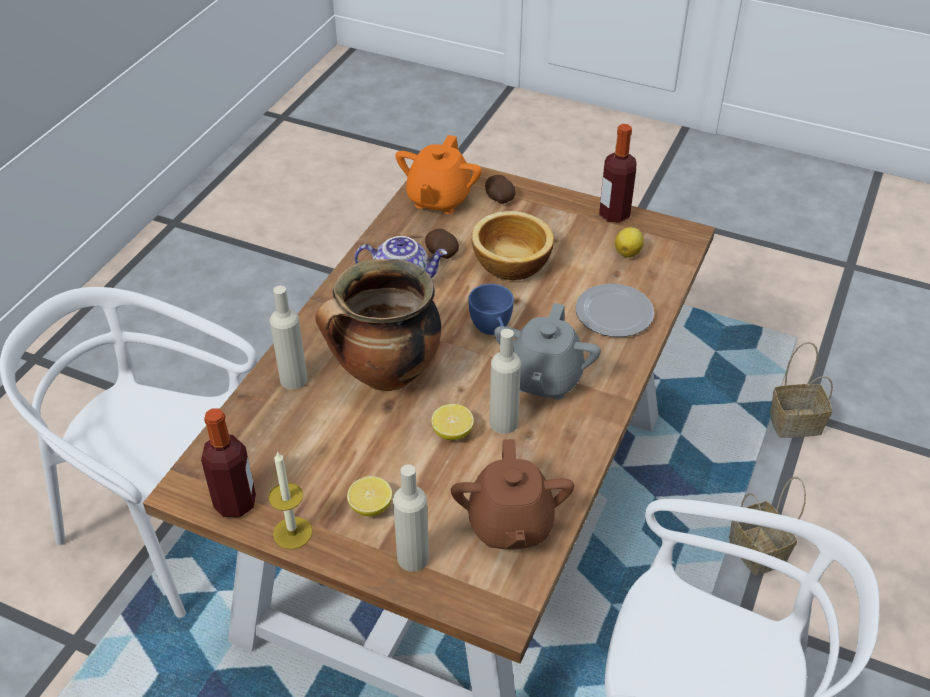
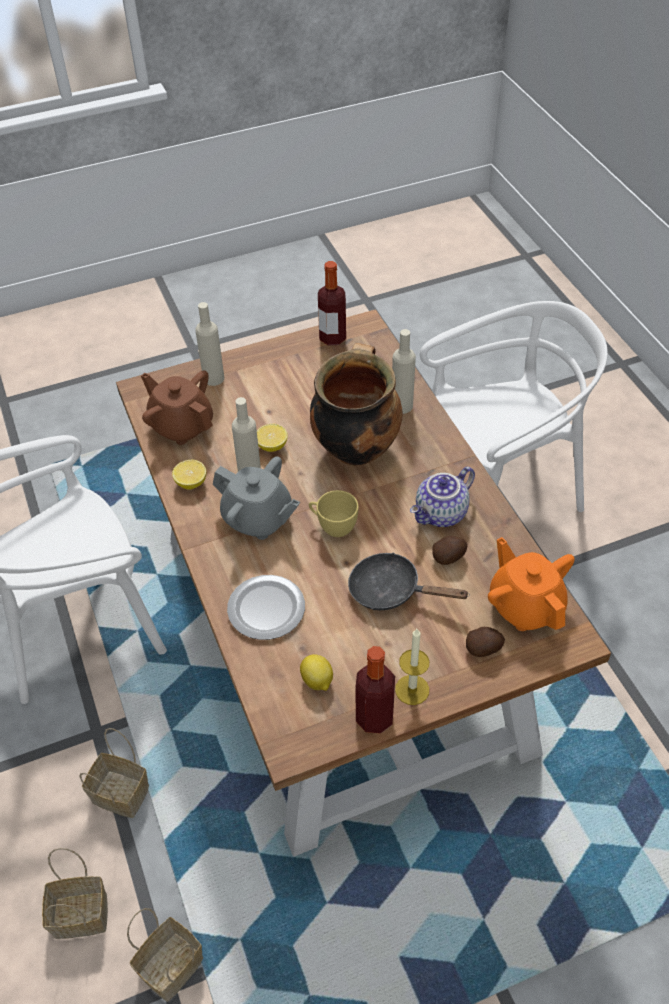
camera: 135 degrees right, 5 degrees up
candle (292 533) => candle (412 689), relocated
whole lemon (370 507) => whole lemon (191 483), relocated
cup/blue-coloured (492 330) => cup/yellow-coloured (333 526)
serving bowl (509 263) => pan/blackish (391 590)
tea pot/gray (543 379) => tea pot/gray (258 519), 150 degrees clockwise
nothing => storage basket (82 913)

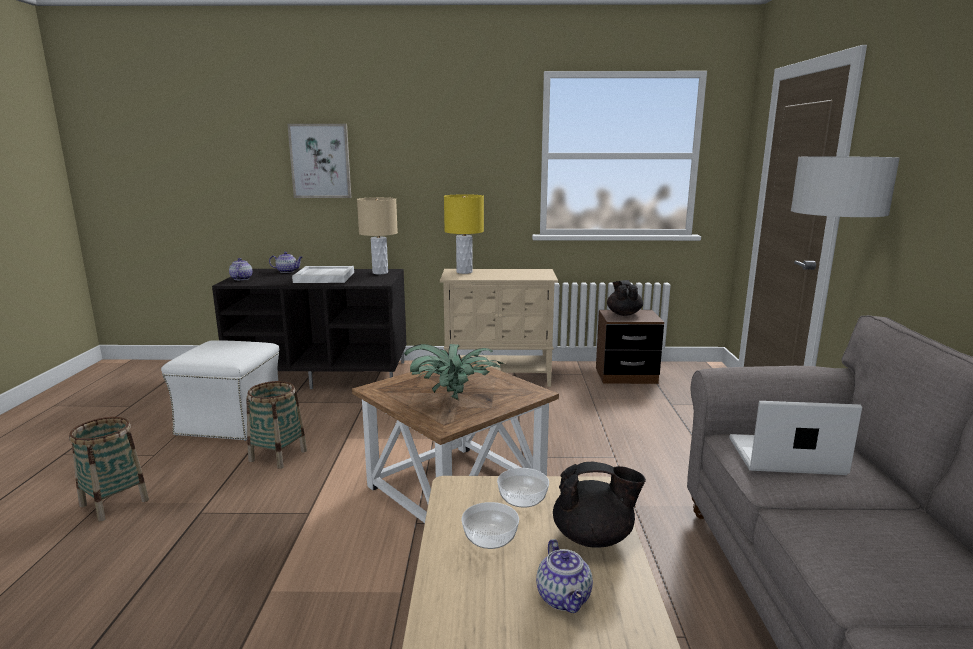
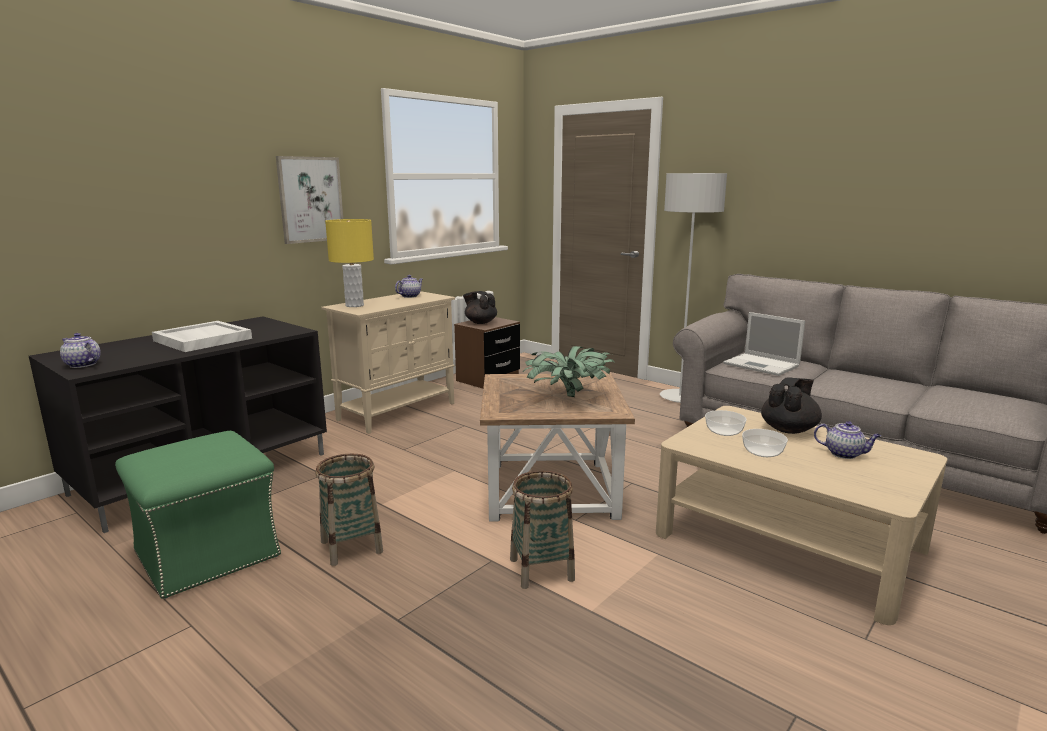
camera: 50 degrees left, 0 degrees up
storage basket (114 503) => storage basket (542 569), relocated
pouffe/whitish (232 421) => pouffe/greenish (209 553)
tea pot (287 271) => tea pot (410 296), relocated
wall picture (320 161) => wall picture (310 199), relocated
table lamp/beige (380 272) => nothing
notebook computer (783 456) => notebook computer (762 365), 90 degrees counterclockwise

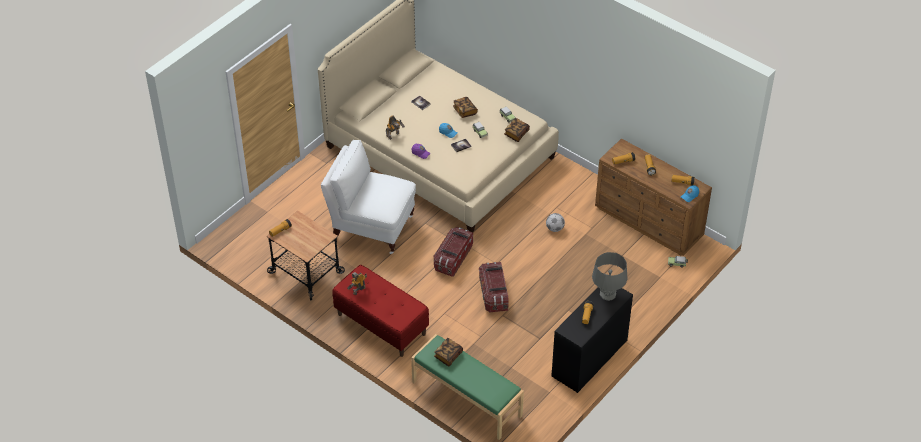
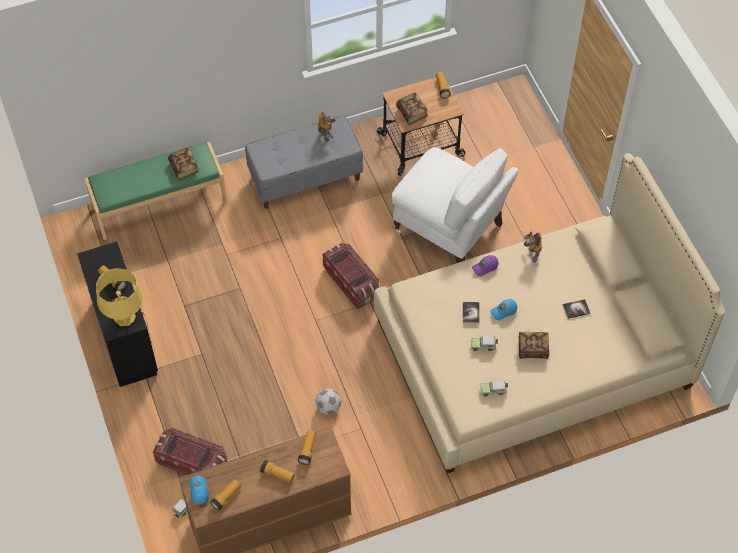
camera: 120 degrees right, 10 degrees up
plain chair/whitish (371 227) => plain chair/whitish (449 229), 75 degrees clockwise
bench/reddish (381 324) => bench/gray (305 177)
storage bin (493 294) => storage bin (192 462), relocated
bound book (516 134) => bound book (412 113), relocated
table lamp/gray (607 294) => table lamp/yellow-coloured (125 317)

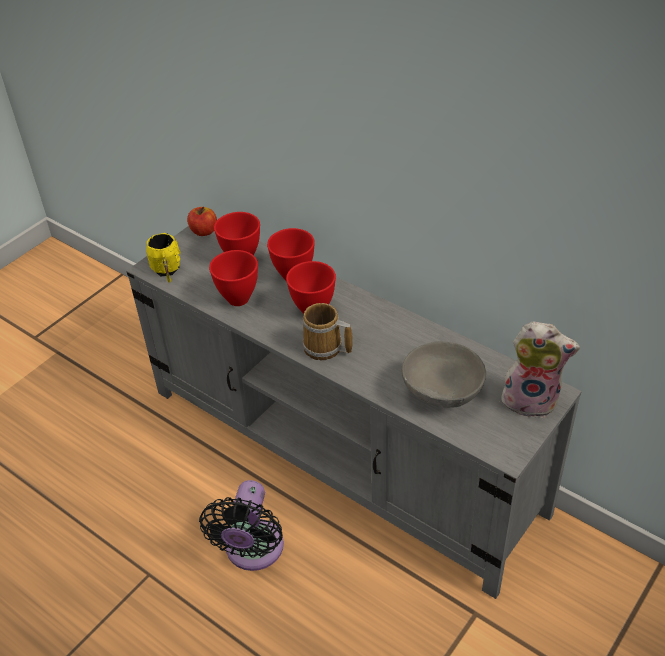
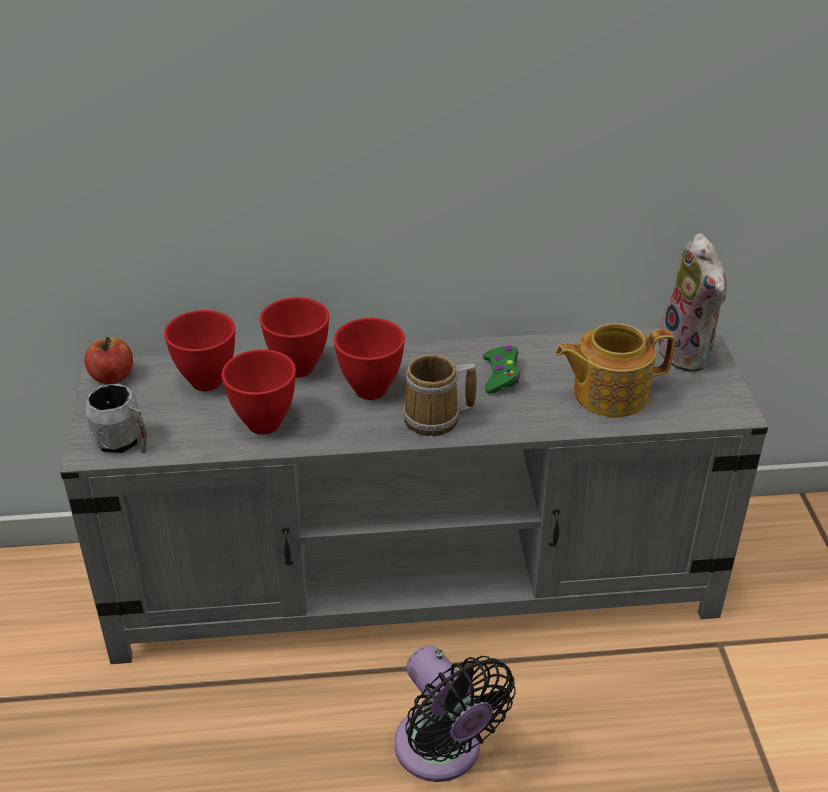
camera: 45 degrees left, 5 degrees down
coffee mug/yellow-coloured (167 271) => coffee mug/gray (124 443)
serving bowl/gray (443 393) => tea pot (608 393)
plush toy (531 399) => plush toy (689 354), 105 degrees clockwise
nothing => game controller/greenish (501 375)

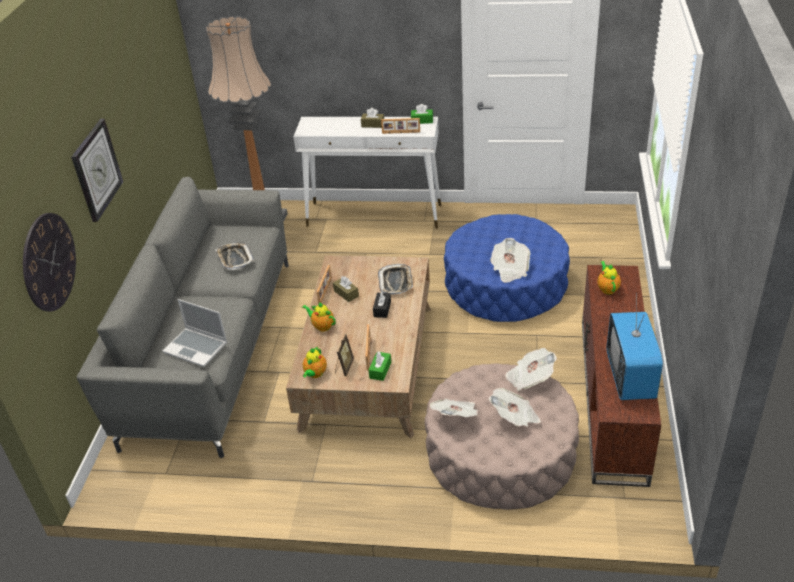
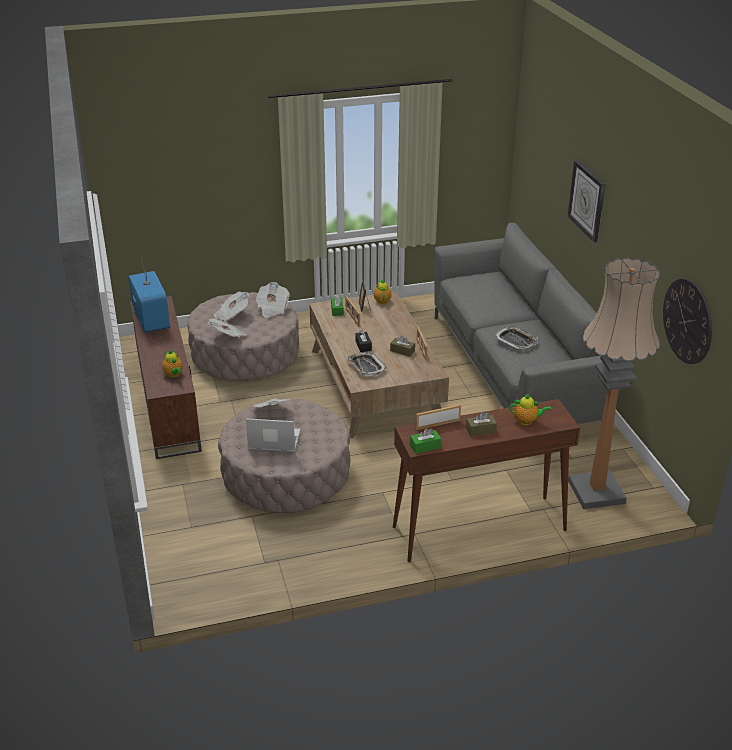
camera: 155 degrees right, 5 degrees down
wall clock (49 262) => wall clock (687 321), relocated
notebook computer (197 348) => notebook computer (273 441), relocated
hall table/whitish (375 215) => hall table/brown-coloured (478 528)
tea pot (322 326) => tea pot (527 421), relocated
pouffe/blue-coloured (505 285) => pouffe/beige (286 474)

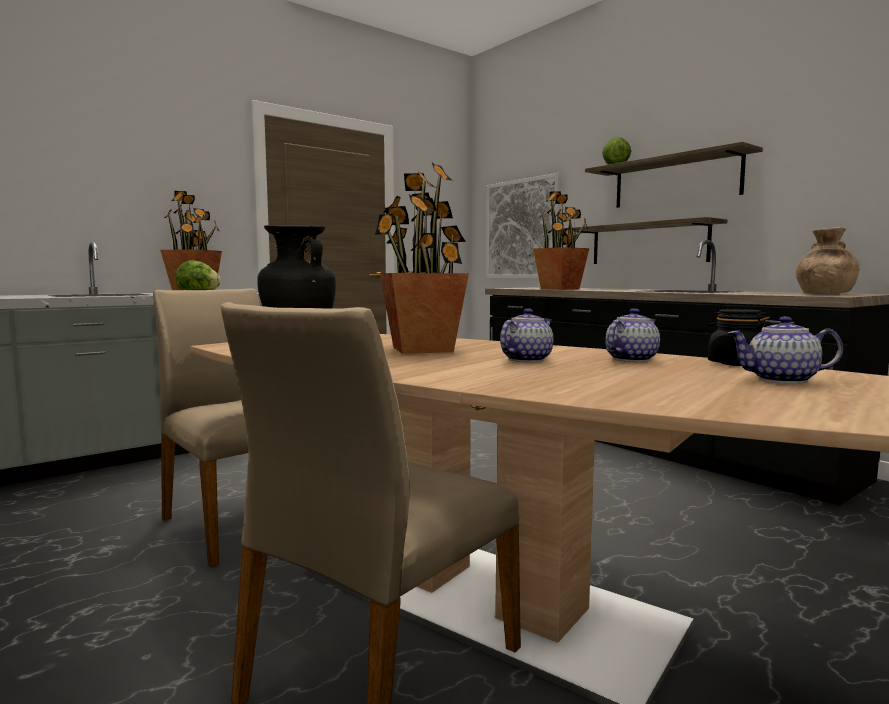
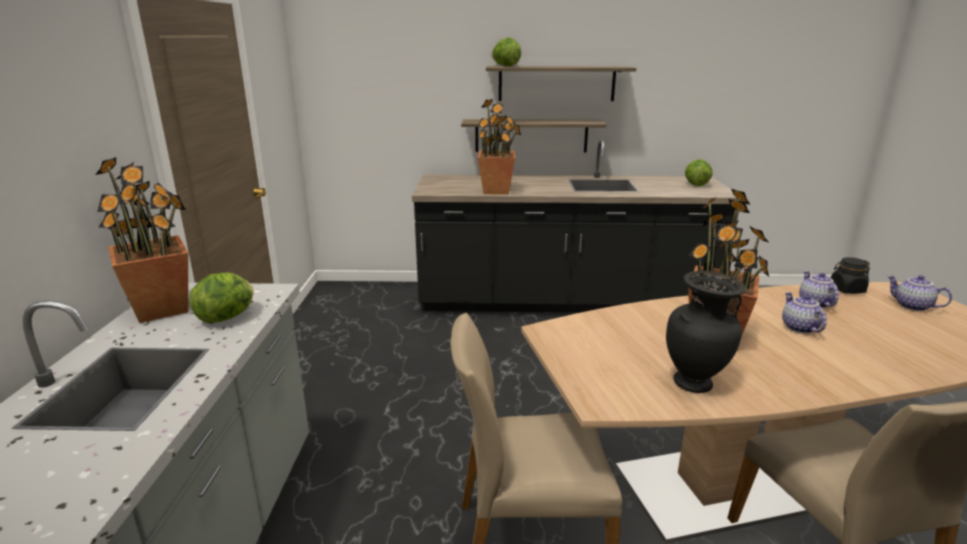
camera: 50 degrees left, 15 degrees up
wall picture (522 229) => nothing
tea pot (781 380) => tea pot (911 306), 90 degrees clockwise
vase/brown-coloured (824 294) => head of lettuce (695 185)

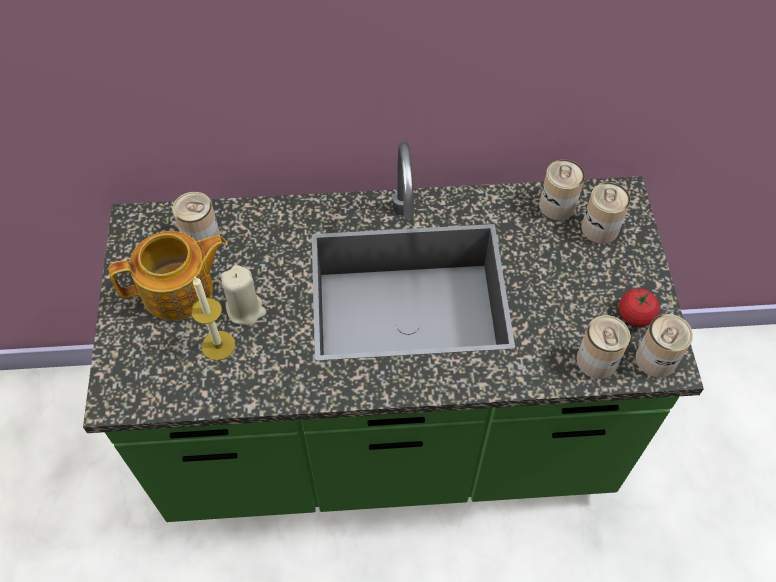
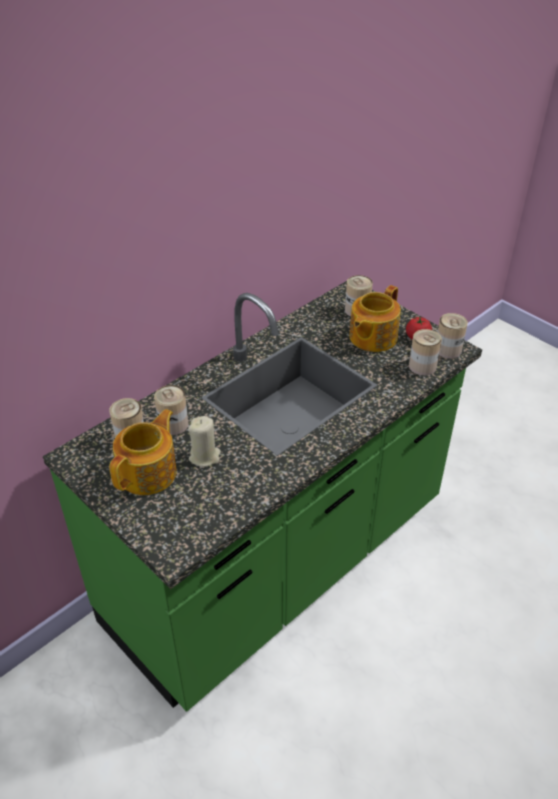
camera: 40 degrees left, 15 degrees down
candle (218 345) => nothing
sealed can (557 205) => sealed can (173 424), relocated
nothing => tea pot (372 337)

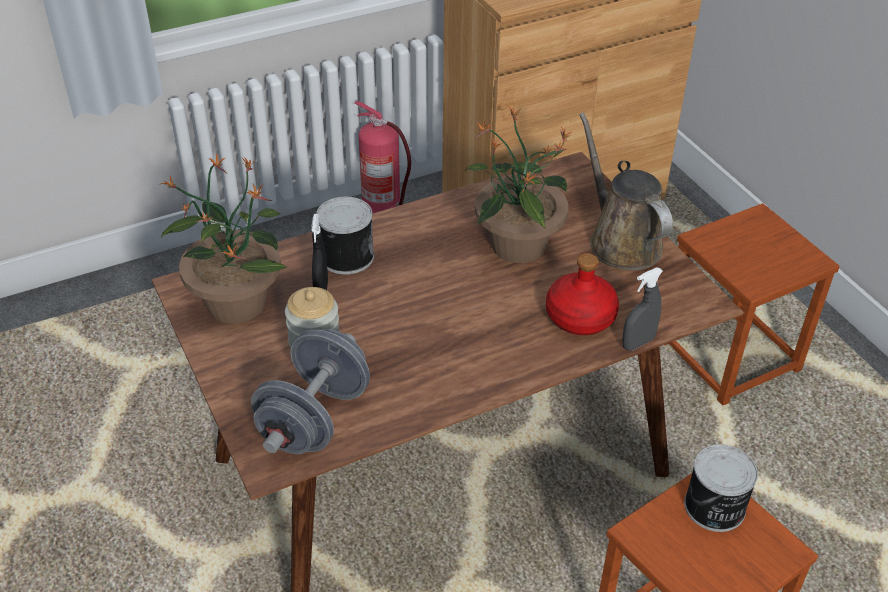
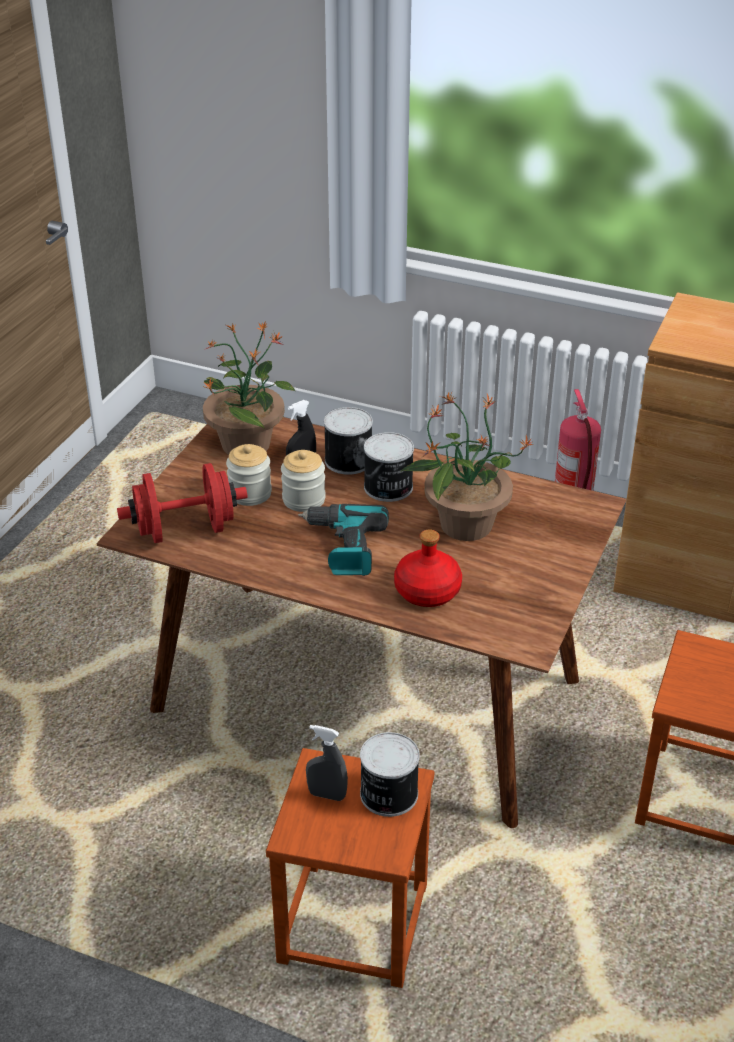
camera: 50 degrees right, 5 degrees down
hand weight/gray (314 419) => hand weight/reddish (185 530)
sprinkling can/brown-coloured (621 241) => nothing
hand sprayer/gray (638 343) => hand sprayer/gray (327 795), relocated
nothing => preserve jar (304 499)
nothing => power drill (343 547)
nothing => sealed can (388 488)

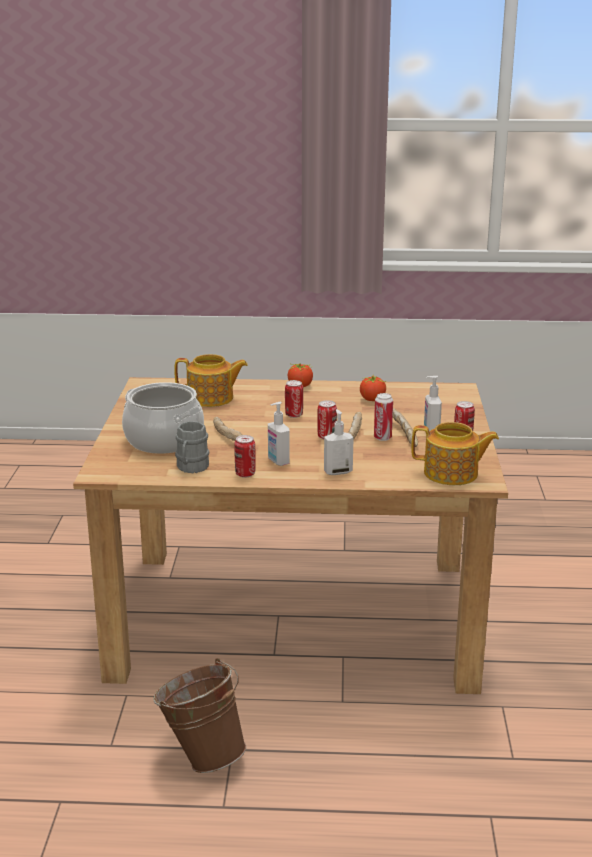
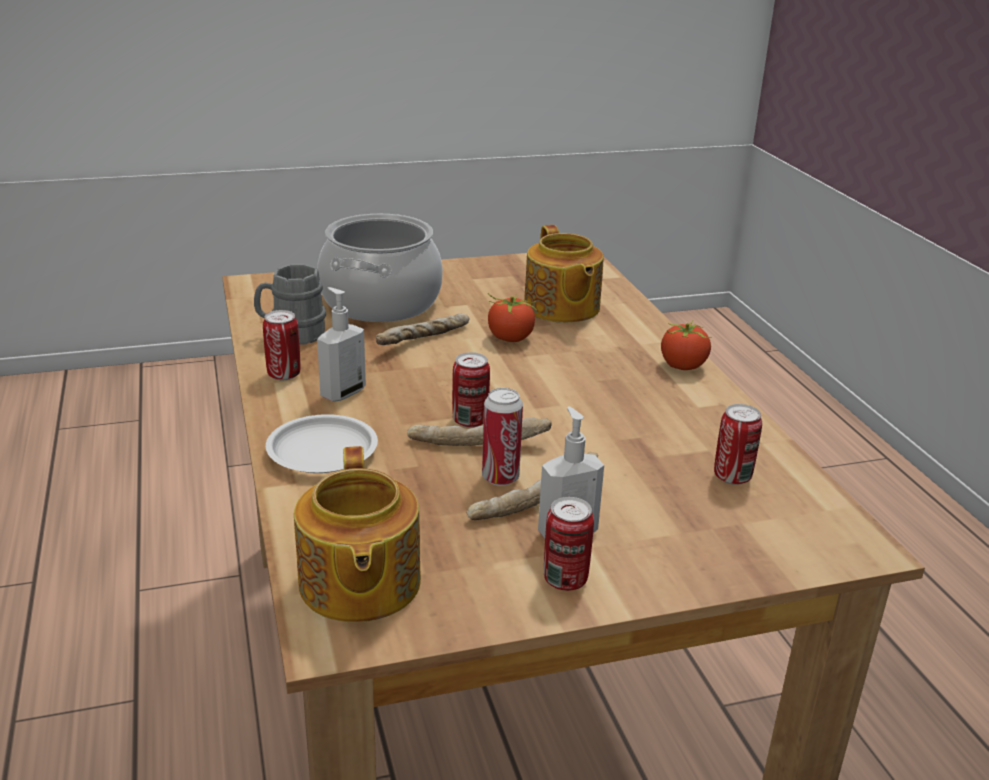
camera: 70 degrees right, 5 degrees up
water bucket/brown-coloured (202 756) => nothing
sealed can (294 415) => sealed can (732 476), relocated
soap bottle (337 472) => plate/whitish (321 451)
whole tomato (372 399) => whole tomato (510 338), relocated

